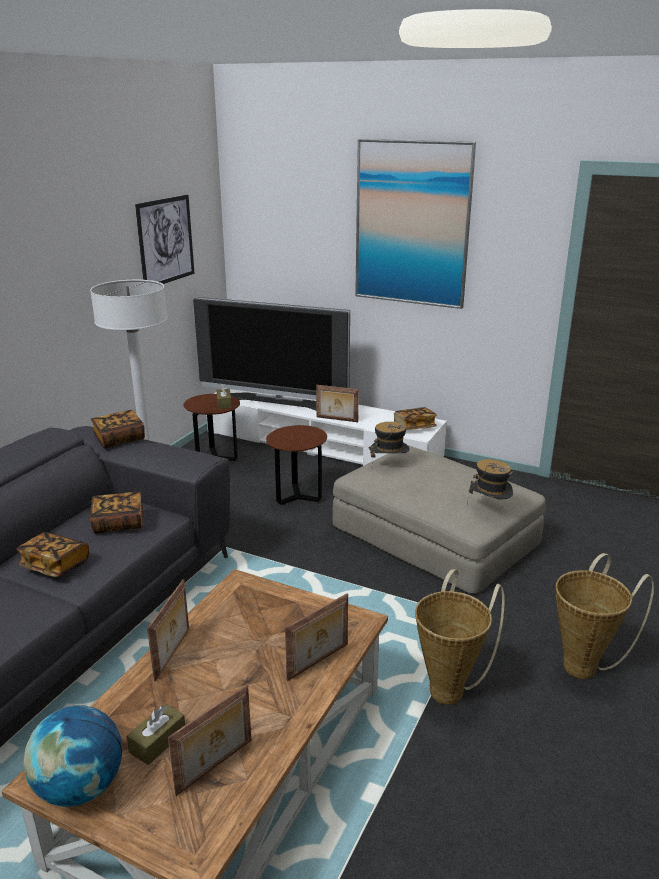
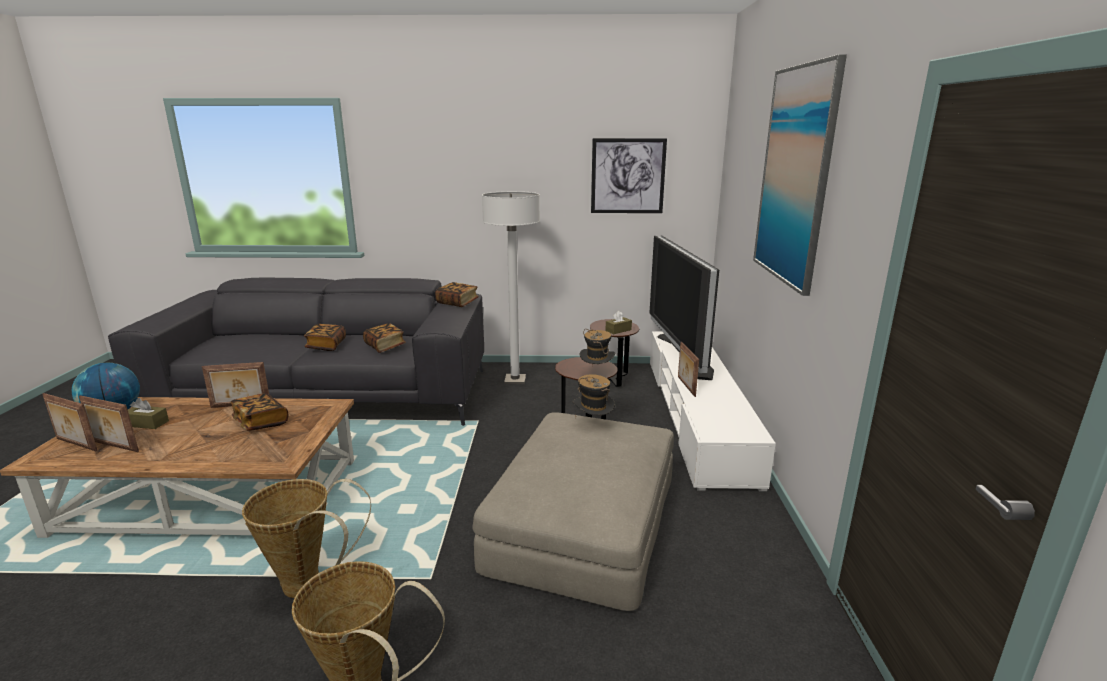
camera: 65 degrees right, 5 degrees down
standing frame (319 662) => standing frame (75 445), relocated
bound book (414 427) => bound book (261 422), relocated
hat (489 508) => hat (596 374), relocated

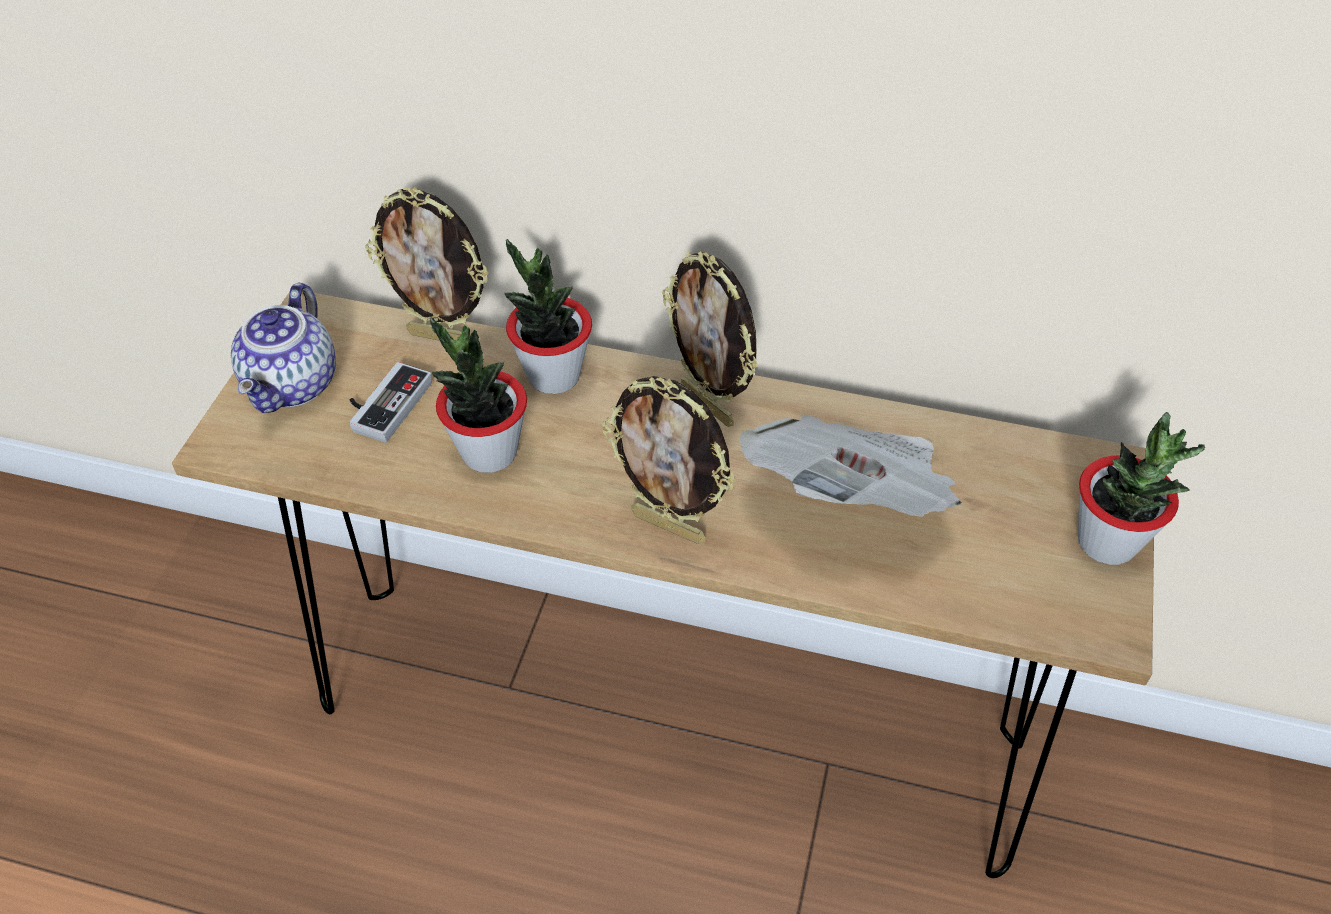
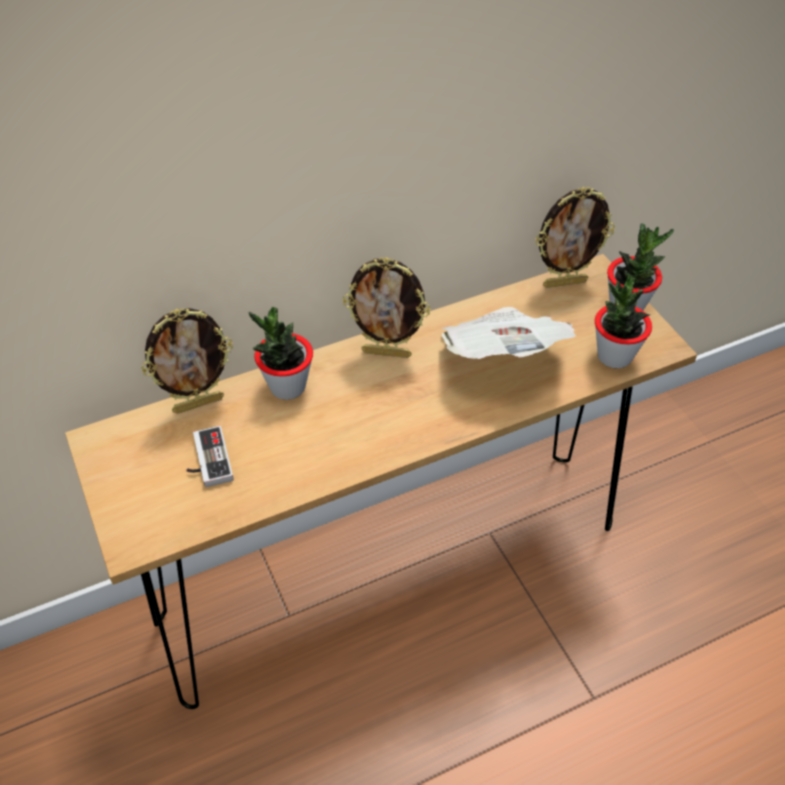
camera: 40 degrees left, 0 degrees up
tea pot (294 386) => nothing
houseplant (489 453) => houseplant (614 356), relocated
standing frame (669 526) => standing frame (564 282), relocated

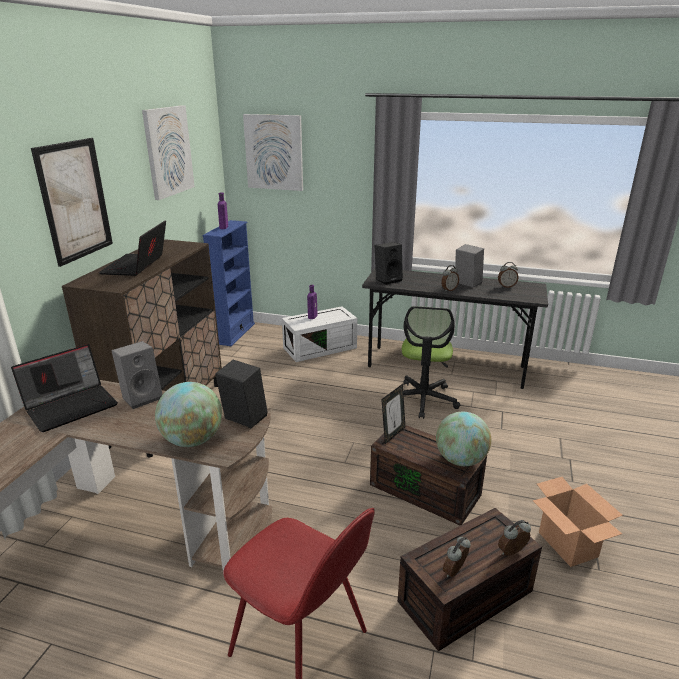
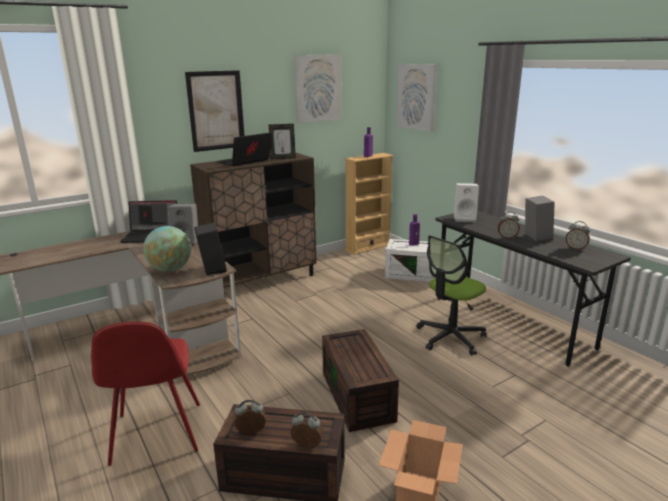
camera: 40 degrees right, 5 degrees down
shelving unit/blue-coloured (235 333) => shelving unit/beige (368 247)
loudspeaker/blackish (388 279) => loudspeaker/whitish (465 219)
standing frame (392 434) => standing frame (283 158), relocated
globe (460 460) => nothing

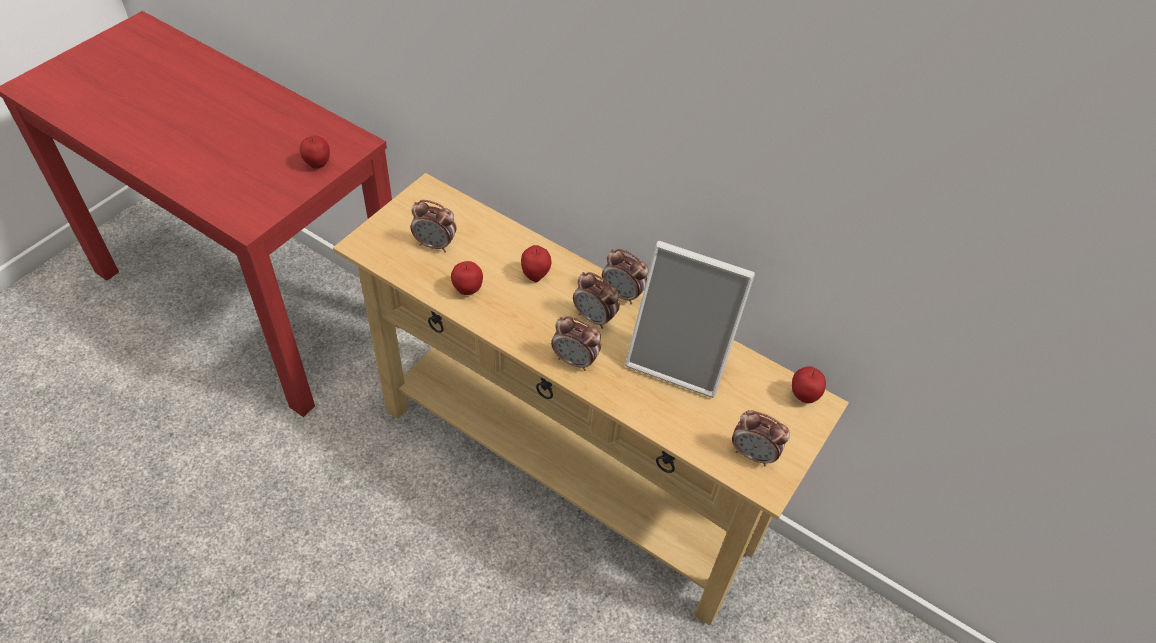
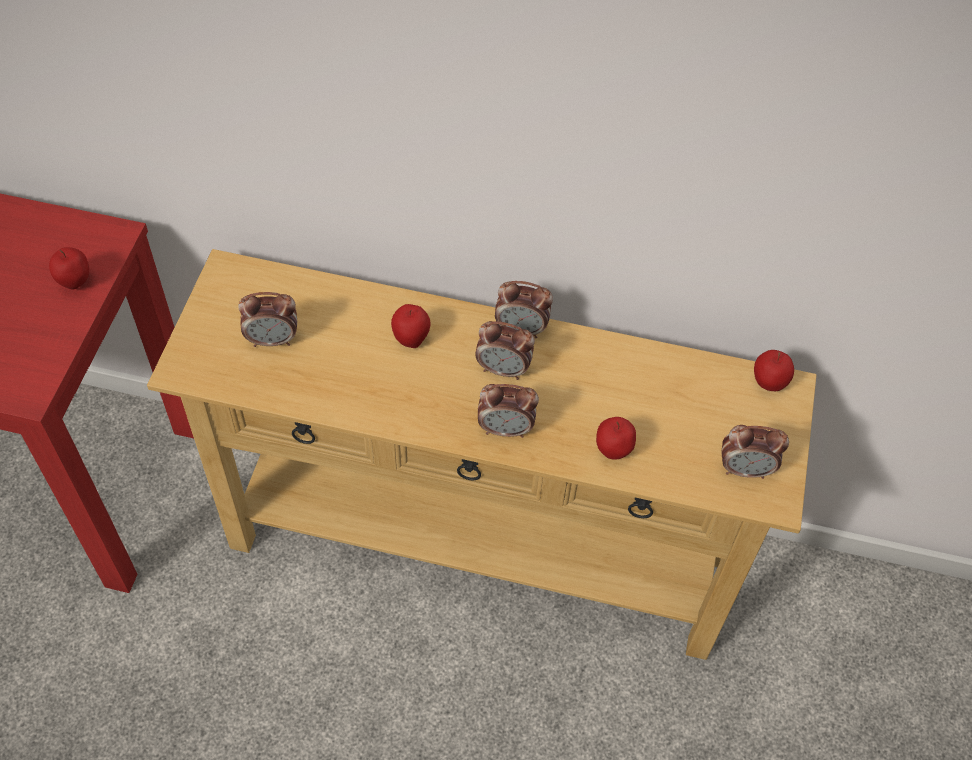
camera: 20 degrees left, 5 degrees up
apple (467 291) => apple (612 451), relocated
standing frame (680 358) => nothing

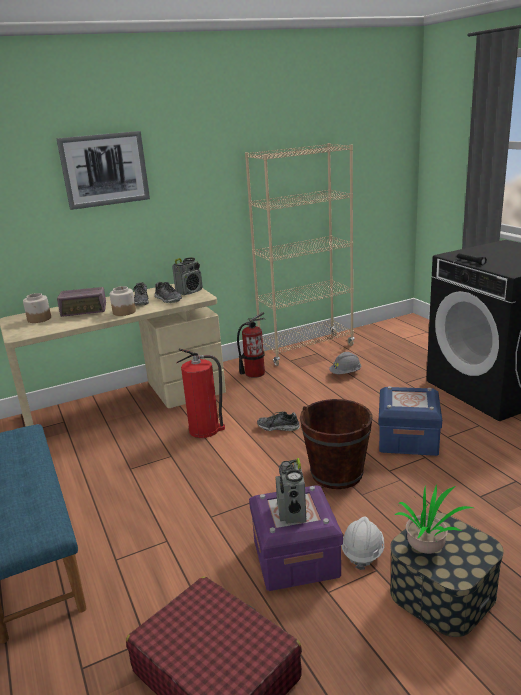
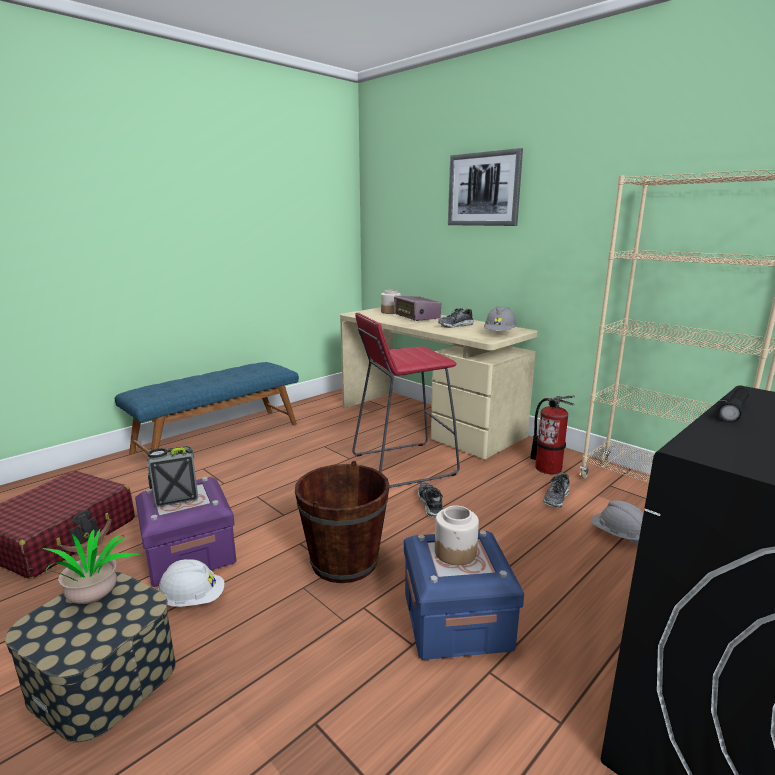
camera: 70 degrees right, 5 degrees down
preserve jar (124 312) => preserve jar (456 552), relocated
item of footwear (168 299) => item of footwear (556 498), relocated
radio (189 291) => hard hat/gray (499 334)
fire-fighting cylinder (205 430) => sitting stool/reddish (402 464)

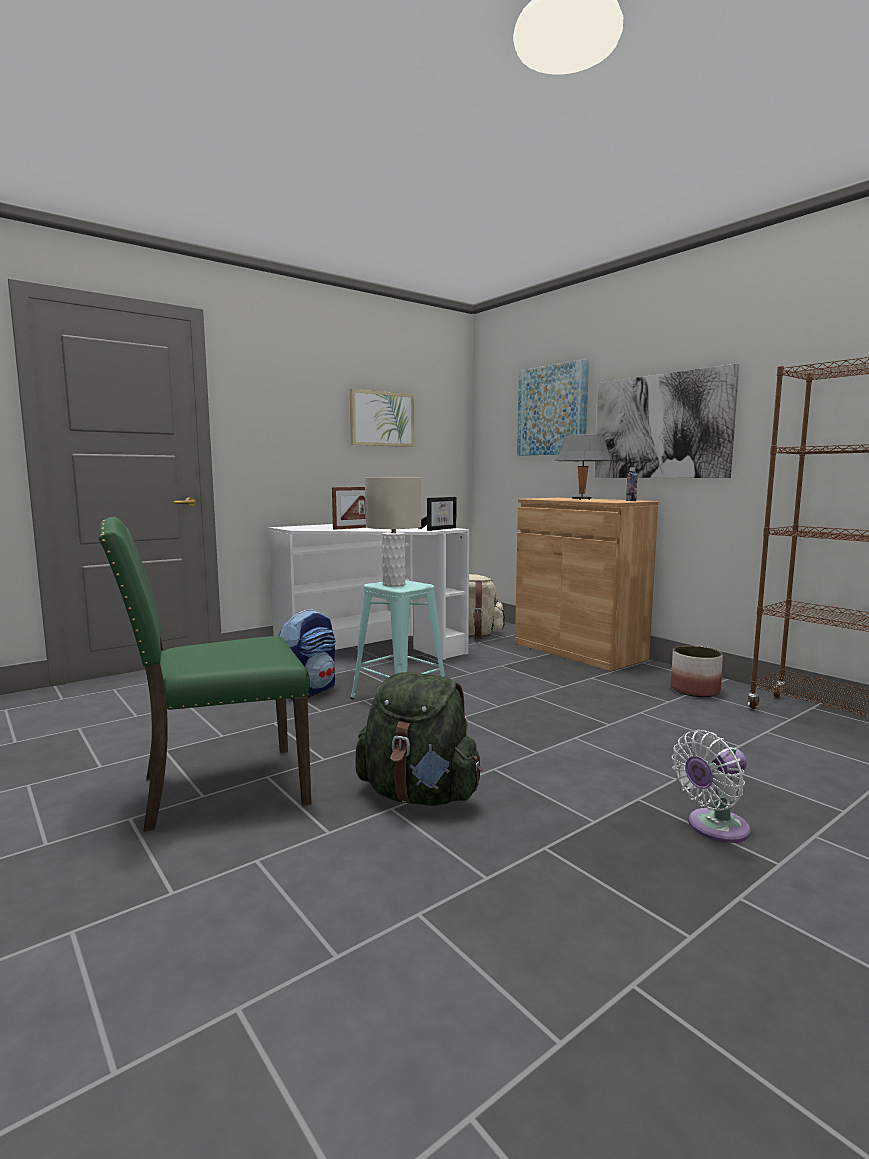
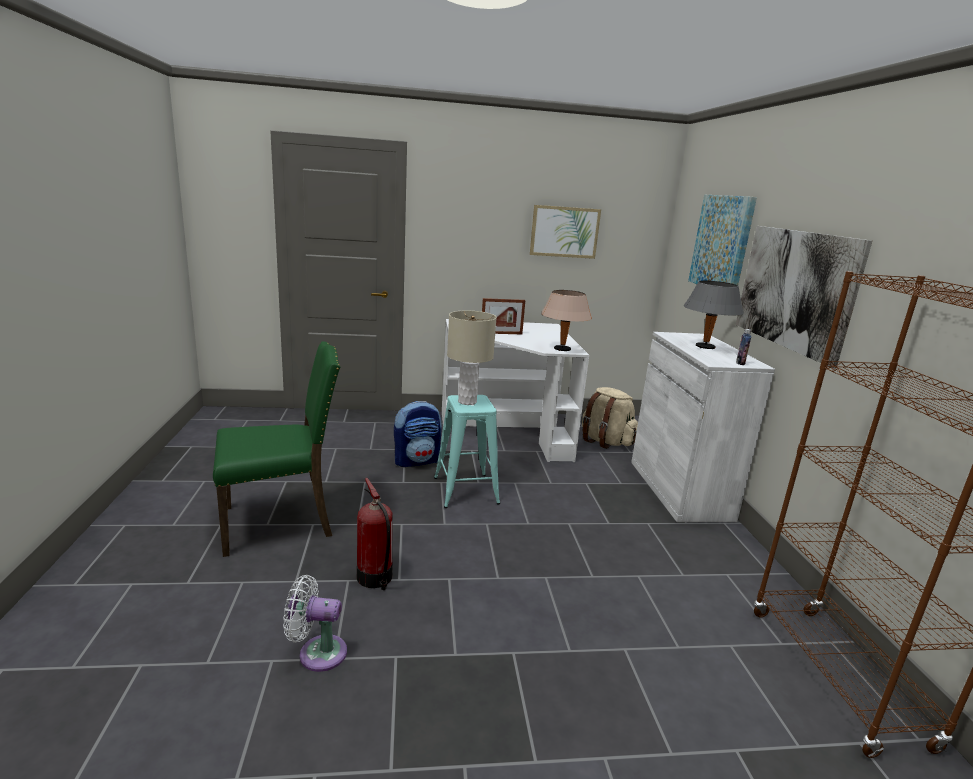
camera: 30 degrees right, 10 degrees up
plain chair/greenish (220 788) => plain chair/greenish (280 522), 150 degrees clockwise
backpack/greenish (419 795) => fire-fighting cylinder (375 578)
standing frame (439 529) => table lamp/beige (562 349)
storage cabinet/brown-coloured (579 651) => storage cabinet/whitish (679 489)
flower pot (695 690) => nothing
cooling fan/whitish (713 828) => cooling fan/whitish (317 652), relocated

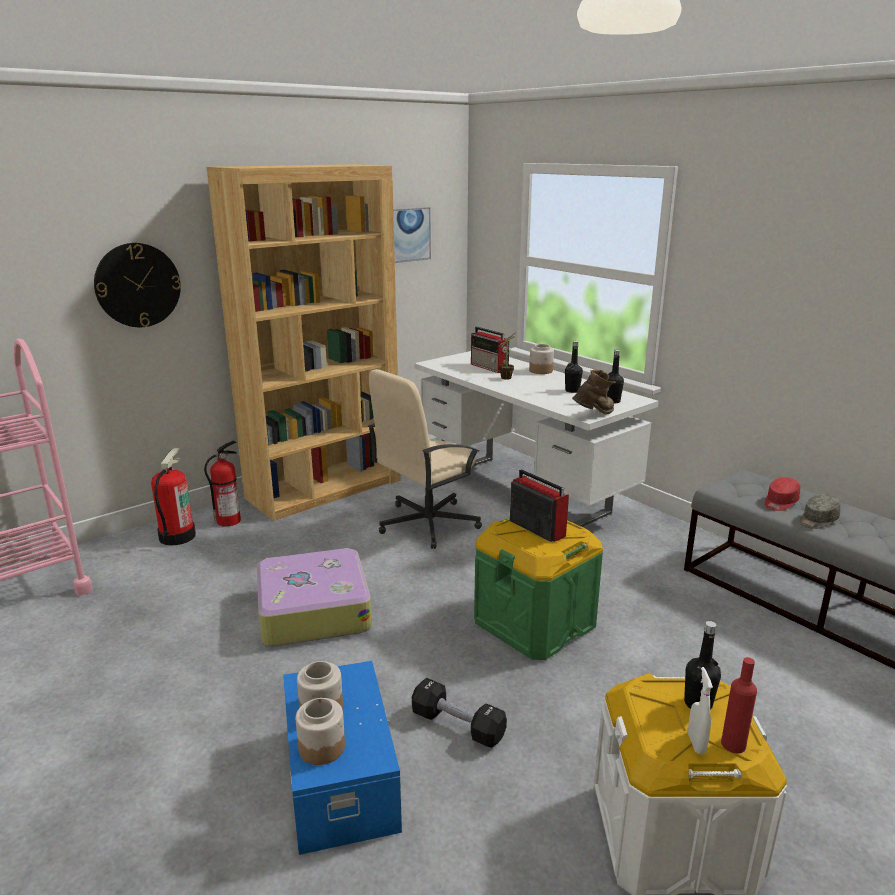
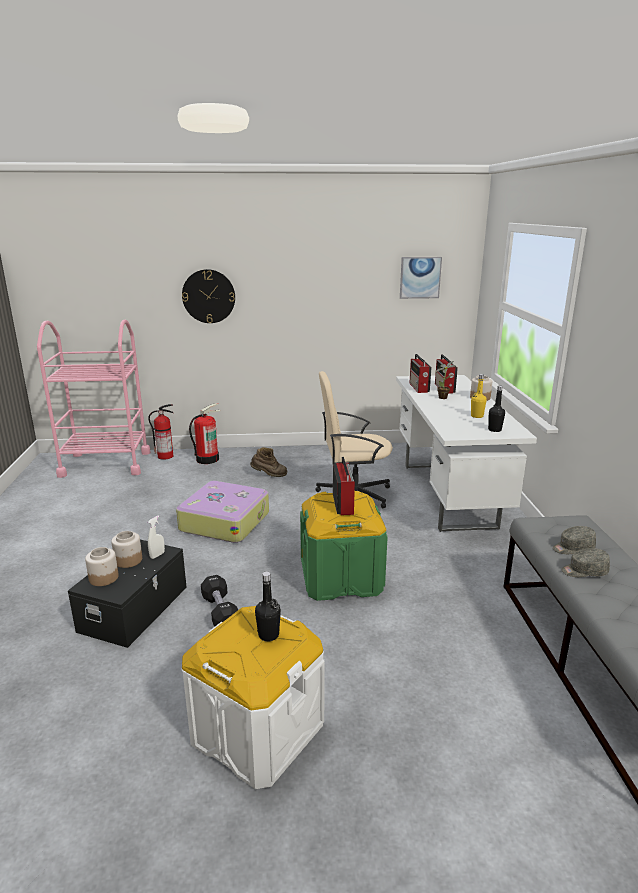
camera: 35 degrees right, 0 degrees up
fire-fighting cylinder (229 520) => fire-fighting cylinder (166 456), relocated
shelving unit/brown-coloured (325 489) => nothing
storage bin/blue-coloured (343 776) => storage bin/blackish (135 608)
bottle/blackish (572 390) => bottle/yellow-coloured (477 416)
boot/brown-coloured (594 415) => boot/brown-coloured (269 475), relocated
hand sprayer/whitish (696 743) => hand sprayer/whitish (157 555), relocated
bottle/reddish (733 744) => nothing
baseball cap/reddish (780 502) => baseball cap/gray (573 548)
nothing => radio (419 388)

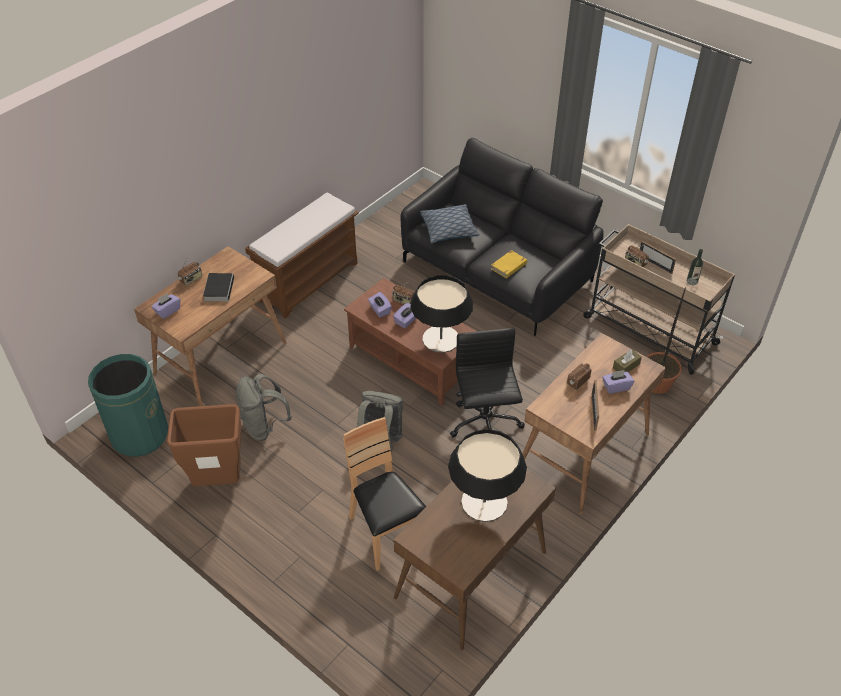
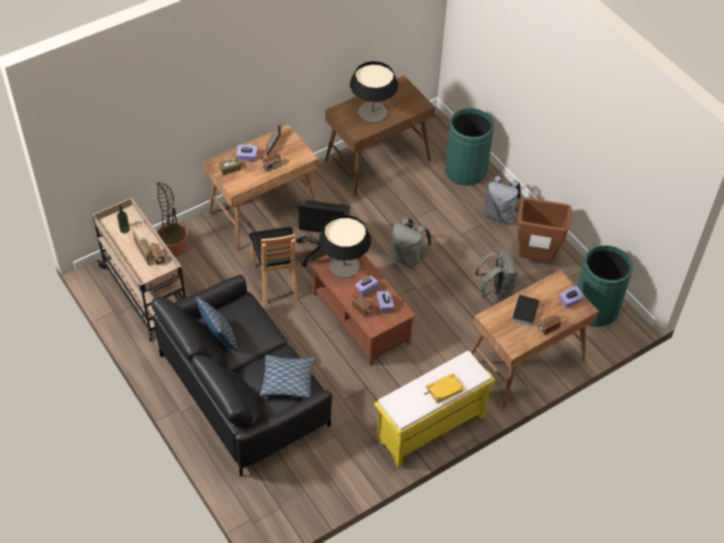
camera: 165 degrees left, 5 degrees up
bench/brown-coloured (309 281) => bench/yellow-coloured (430 429)
plain chair/brown-coloured (386 533) => plain chair/brown-coloured (276 281), relocated
bound book/yellow-coloured (509 266) => bound book/yellow-coloured (444 389), relocated
nothing => pillow (219 337)
nothing => trash can/greenish (465 170)
nothing => backpack/gray (499 215)

